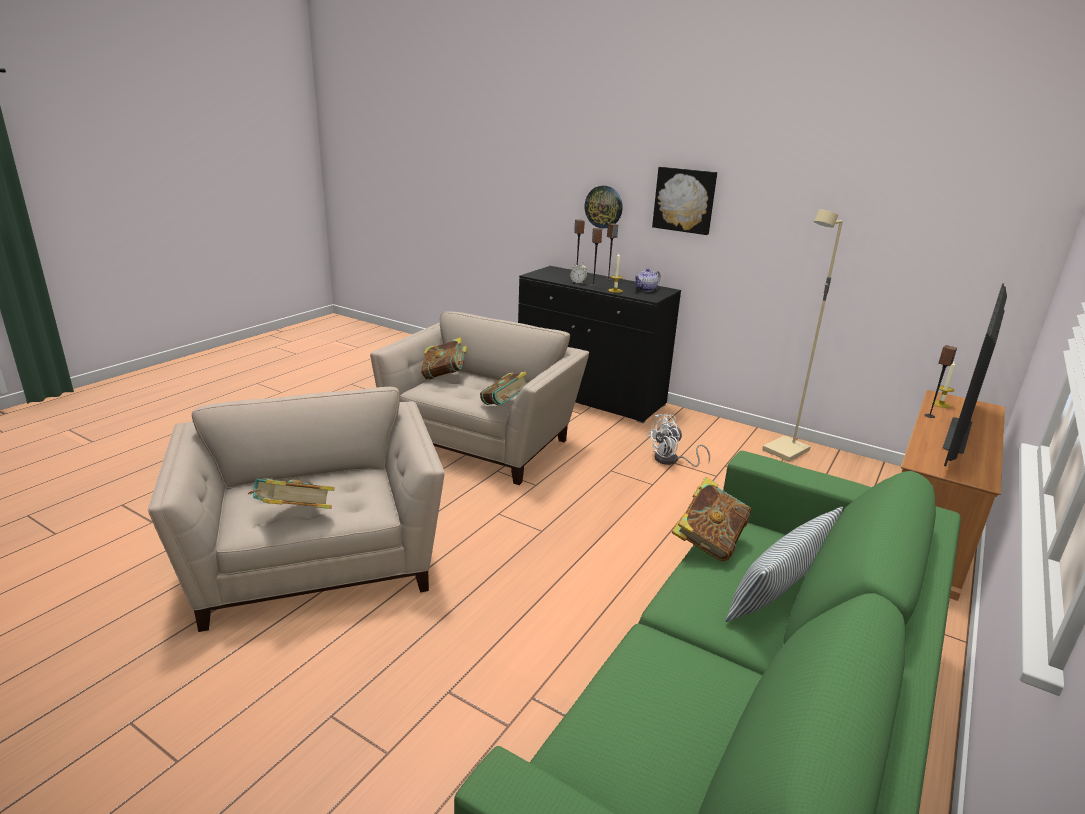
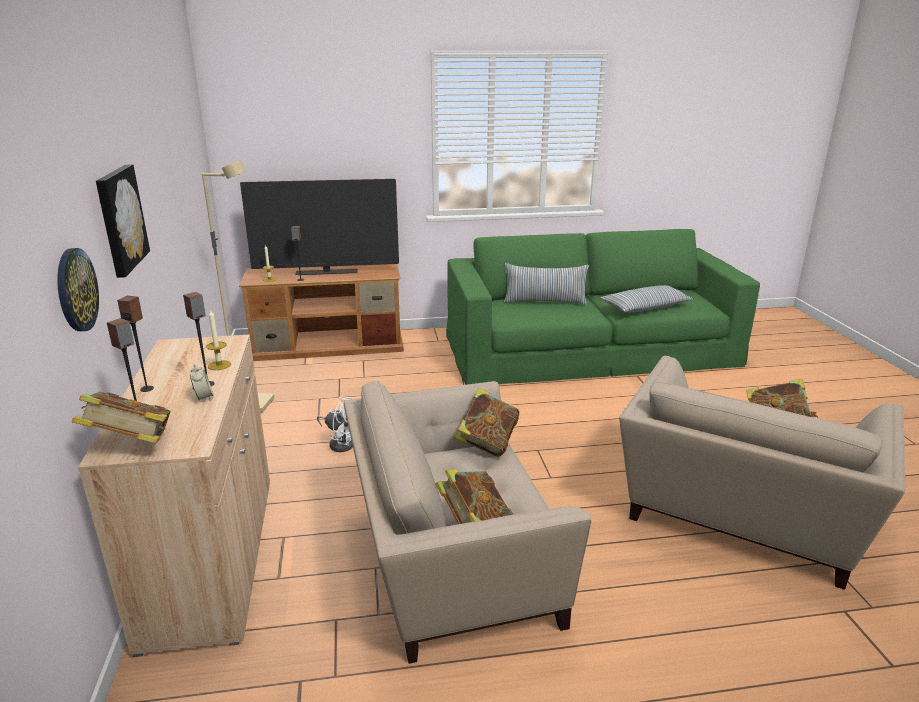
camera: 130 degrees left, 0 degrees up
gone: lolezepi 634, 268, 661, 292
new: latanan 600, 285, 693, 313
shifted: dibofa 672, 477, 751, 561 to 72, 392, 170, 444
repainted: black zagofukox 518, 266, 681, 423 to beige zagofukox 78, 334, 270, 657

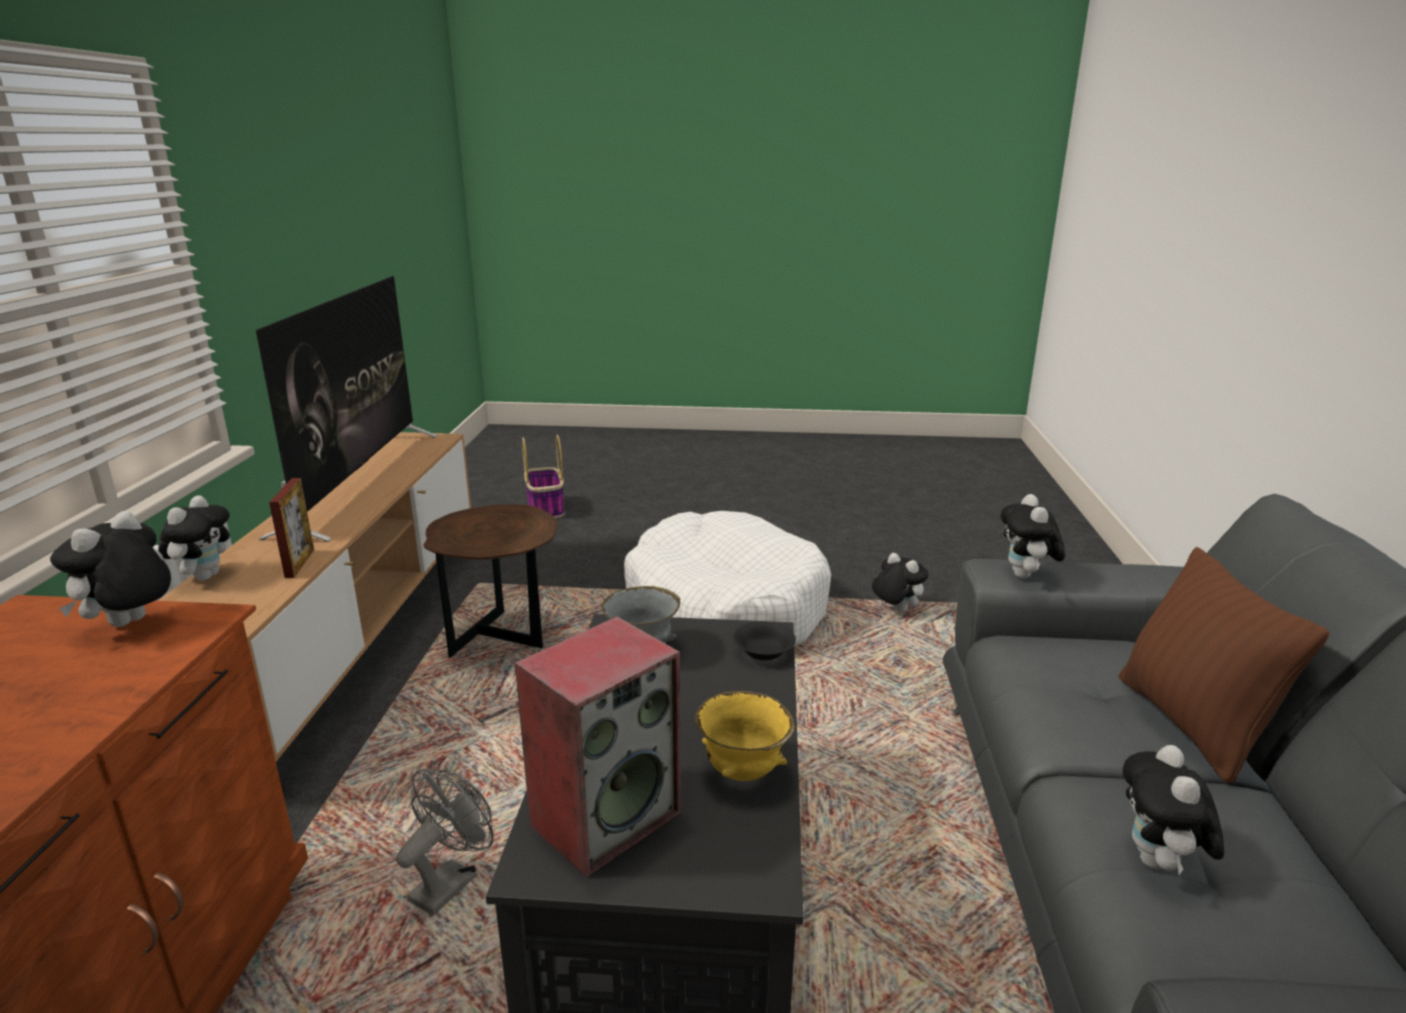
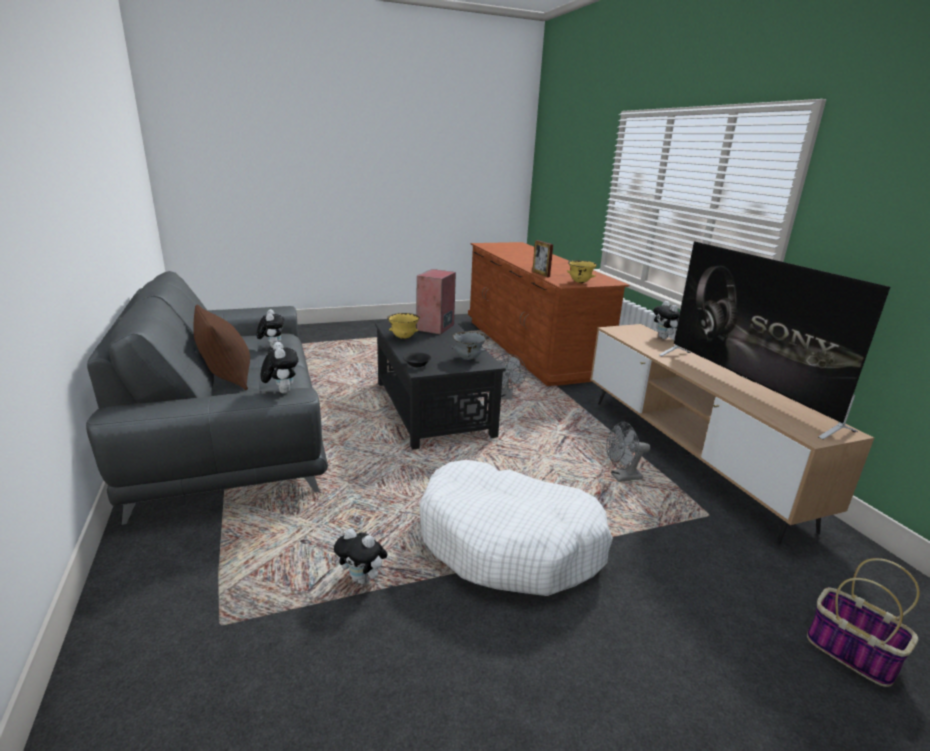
camera: 155 degrees right, 0 degrees up
shifted: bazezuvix 269, 478, 314, 578 to 532, 240, 553, 277
swapped: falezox 50, 511, 171, 627 to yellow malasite 567, 260, 597, 283; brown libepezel 424, 504, 557, 658 to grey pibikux 606, 422, 651, 482

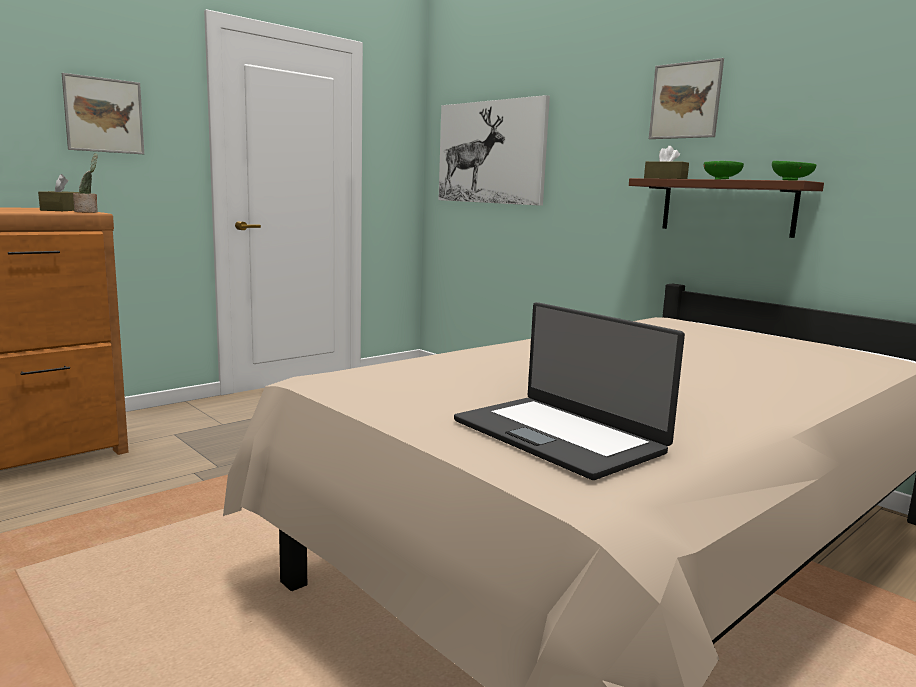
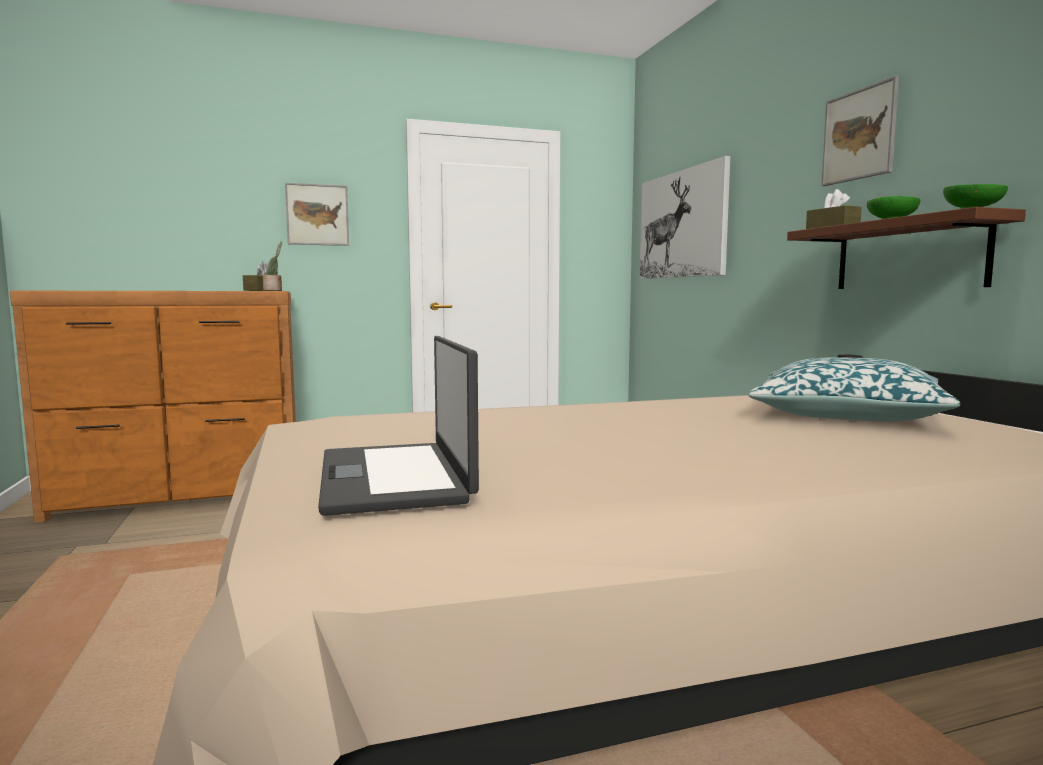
camera: 25 degrees right, 5 degrees down
new: latanan 748, 357, 960, 422

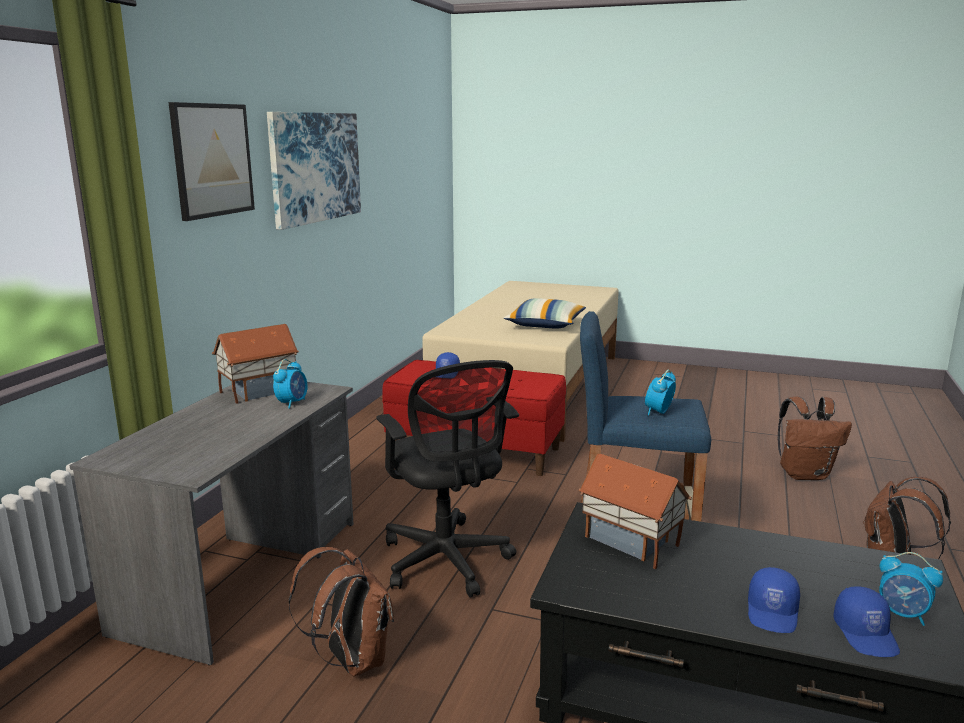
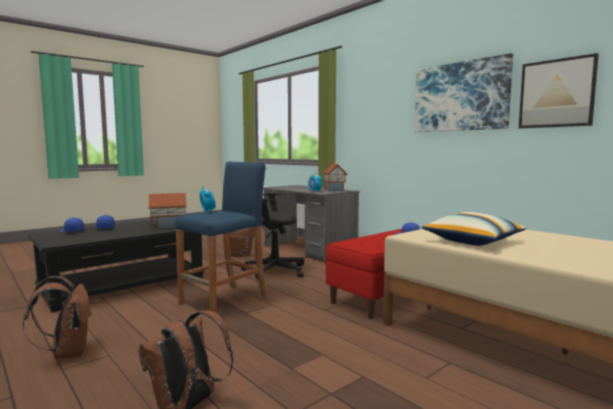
camera: 120 degrees right, 10 degrees down
gone: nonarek 879, 552, 943, 626
shifted: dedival 168, 102, 255, 221 to 519, 53, 599, 128

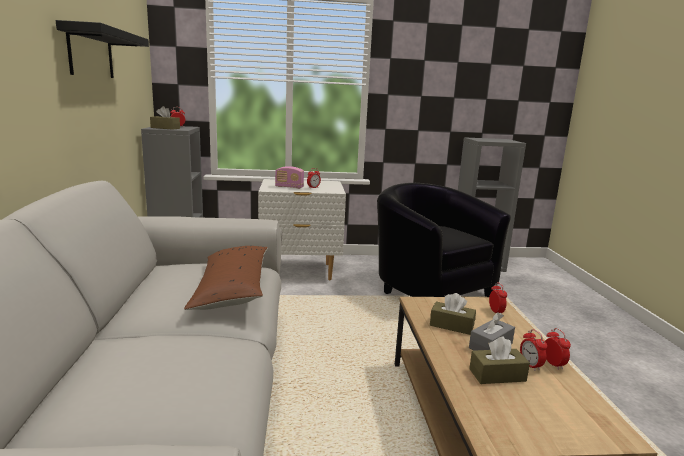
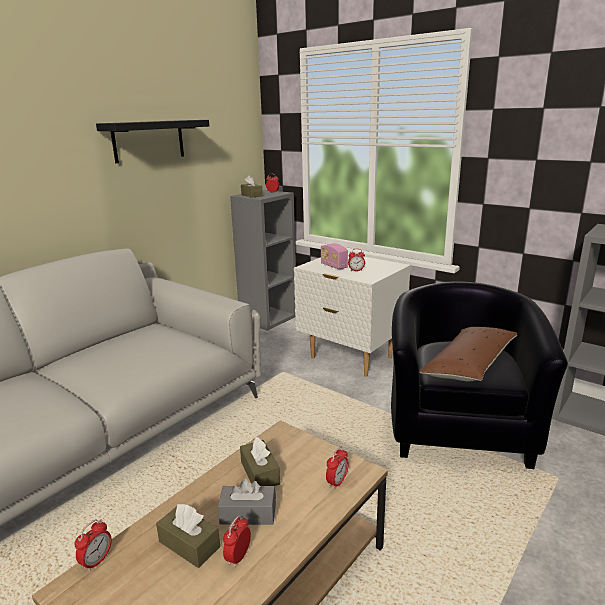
camera: 45 degrees right, 5 degrees up
shifted: nonarek 545, 328, 571, 370 to 75, 519, 112, 572; brown latanan 184, 246, 268, 310 to 419, 327, 517, 381

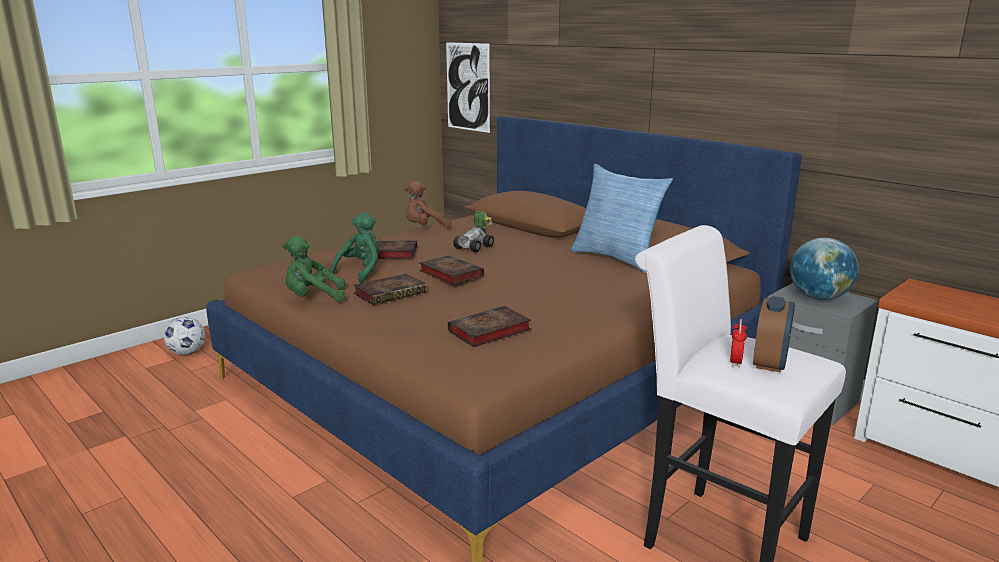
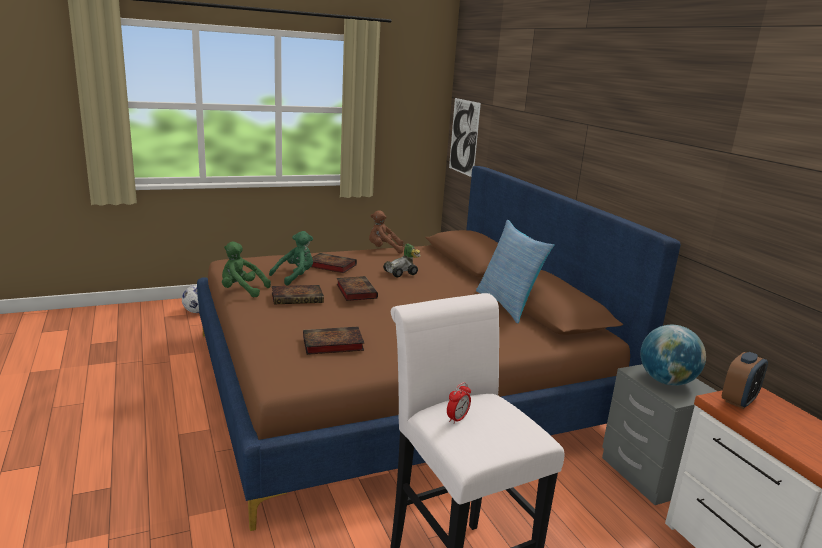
camera: 20 degrees right, 0 degrees up
shifted: nonarek 753, 296, 795, 372 to 722, 352, 768, 409

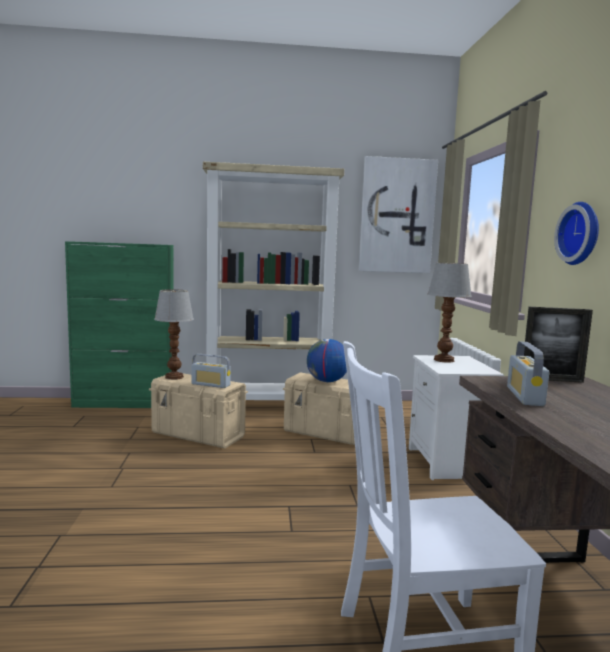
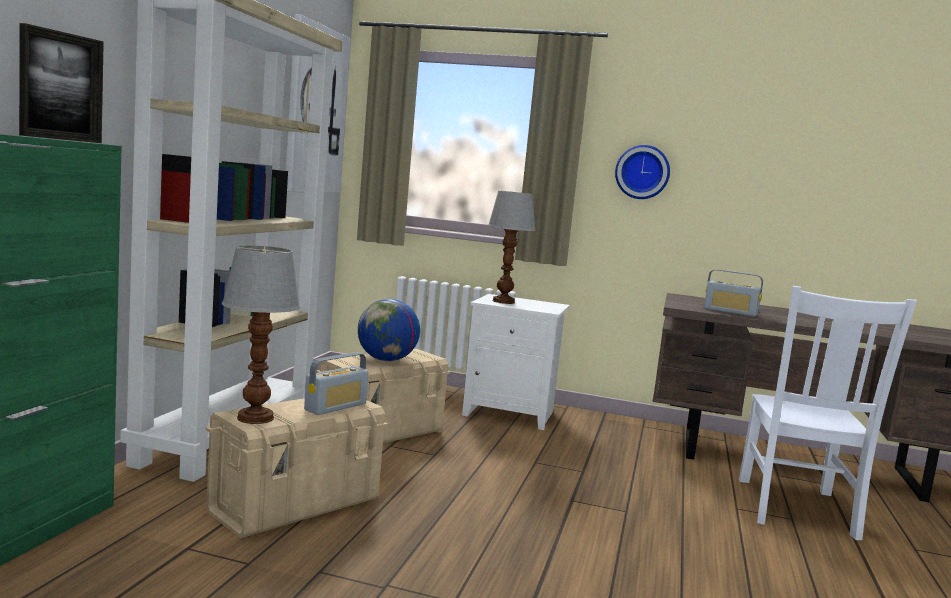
camera: 70 degrees left, 0 degrees up
shifted: bazezuvix 524, 307, 593, 383 to 19, 23, 104, 143

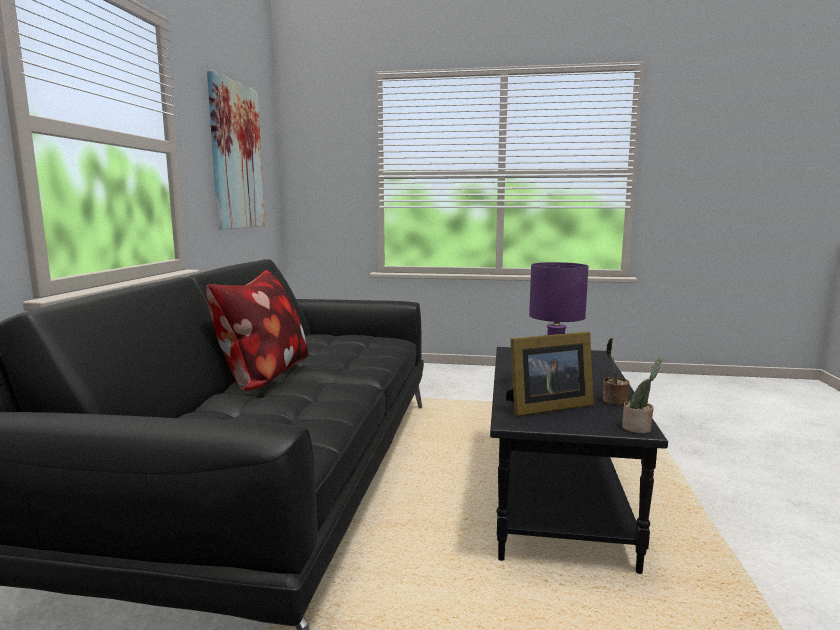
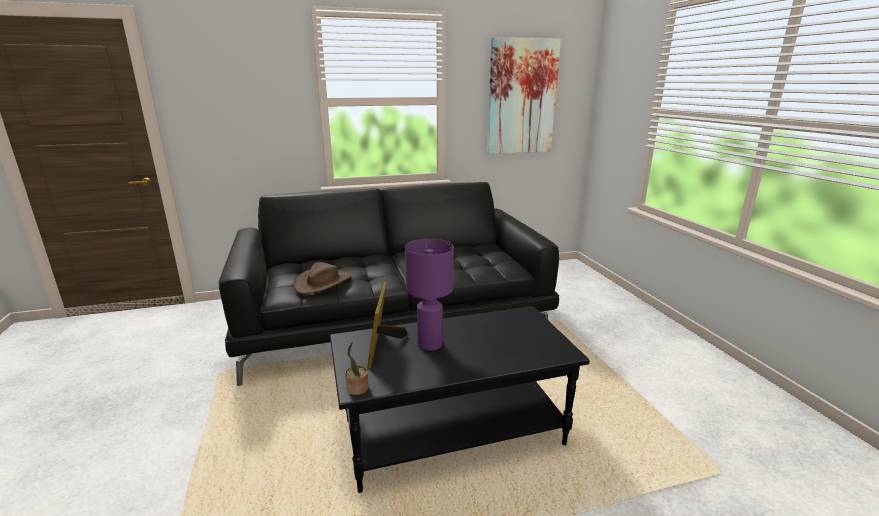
camera: 65 degrees right, 10 degrees up
gone: latanan 206, 270, 308, 390; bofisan 603, 338, 629, 405
new: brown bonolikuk 293, 262, 351, 294
rotated: bazezuvix 506, 332, 594, 416 = 367, 282, 407, 368 45 degrees clockwise

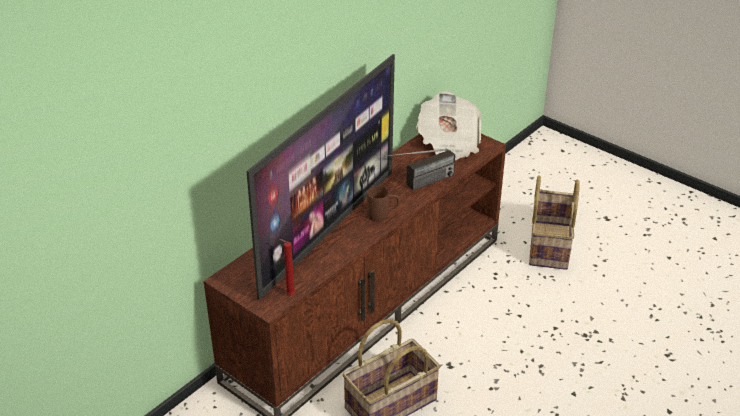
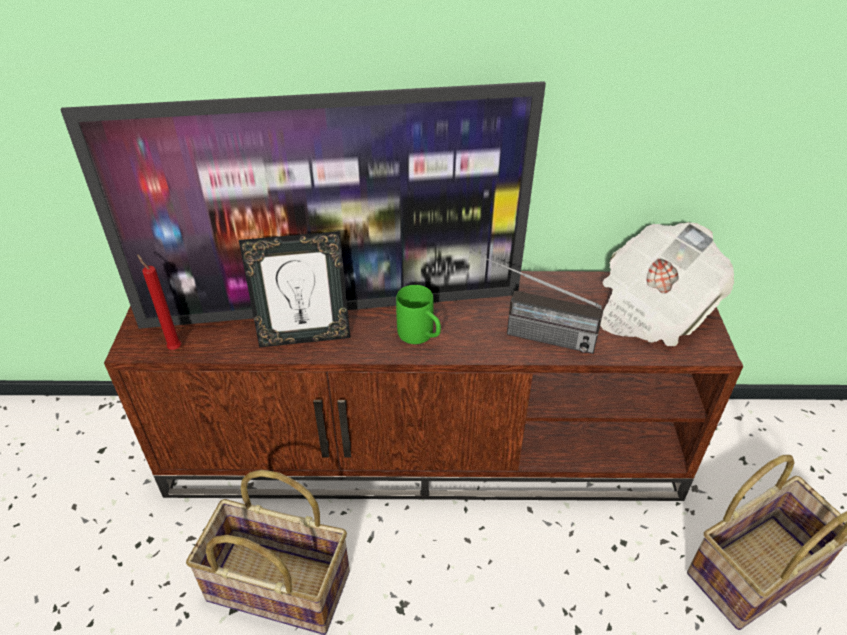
camera: 50 degrees right, 5 degrees up
new: bazezuvix 239, 231, 350, 347
repainted: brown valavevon 367, 186, 400, 221 to green valavevon 396, 285, 441, 344

